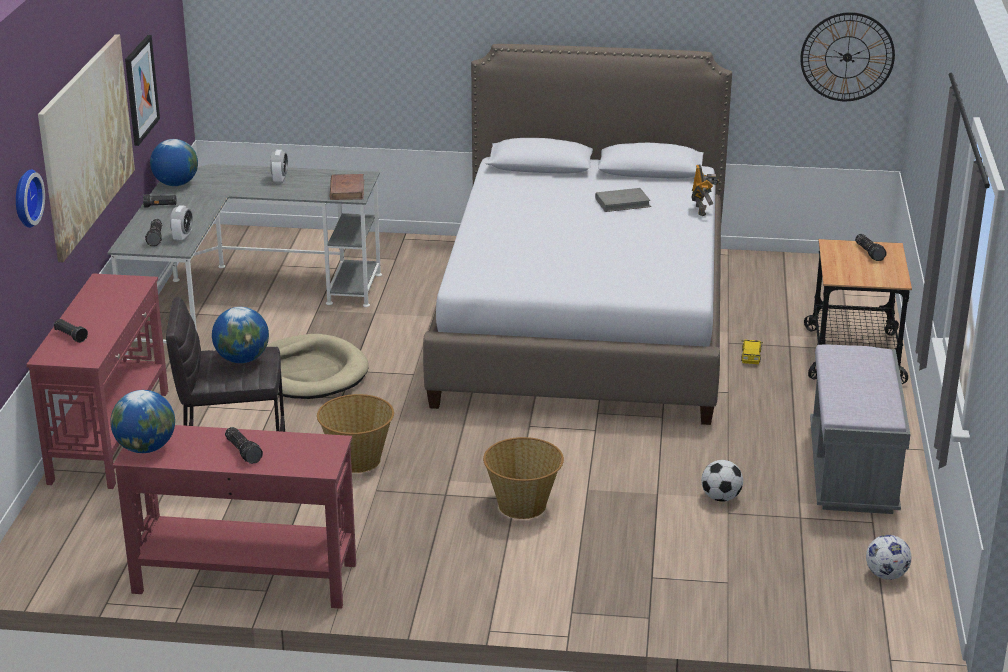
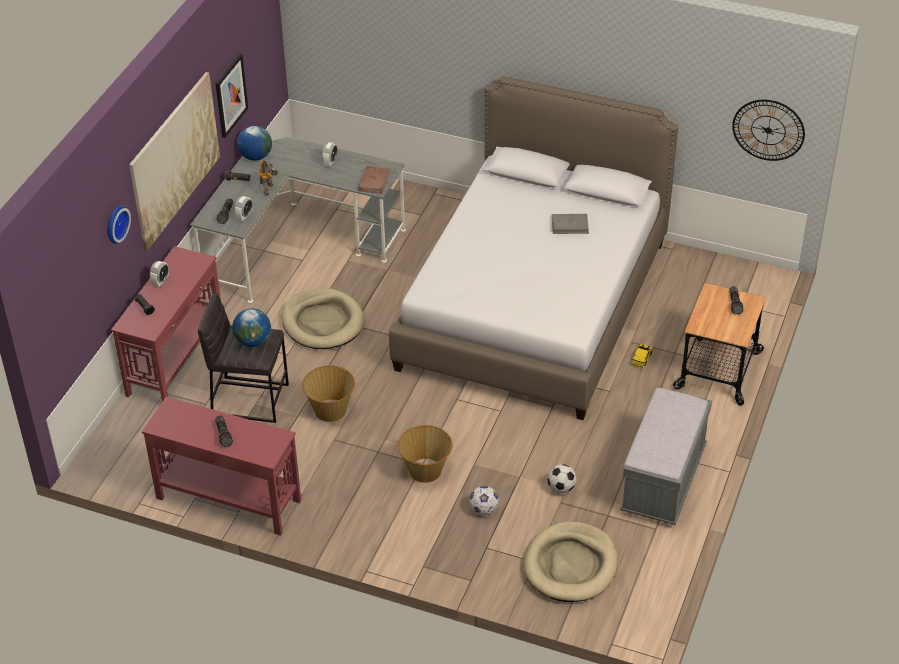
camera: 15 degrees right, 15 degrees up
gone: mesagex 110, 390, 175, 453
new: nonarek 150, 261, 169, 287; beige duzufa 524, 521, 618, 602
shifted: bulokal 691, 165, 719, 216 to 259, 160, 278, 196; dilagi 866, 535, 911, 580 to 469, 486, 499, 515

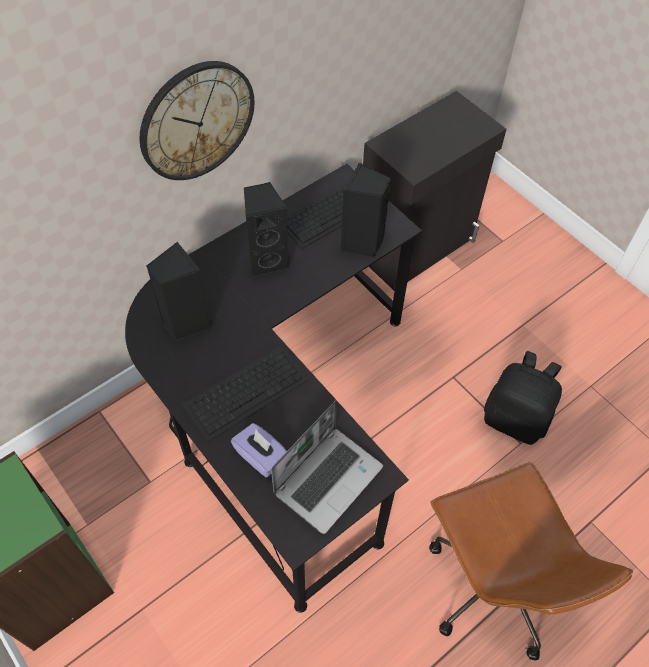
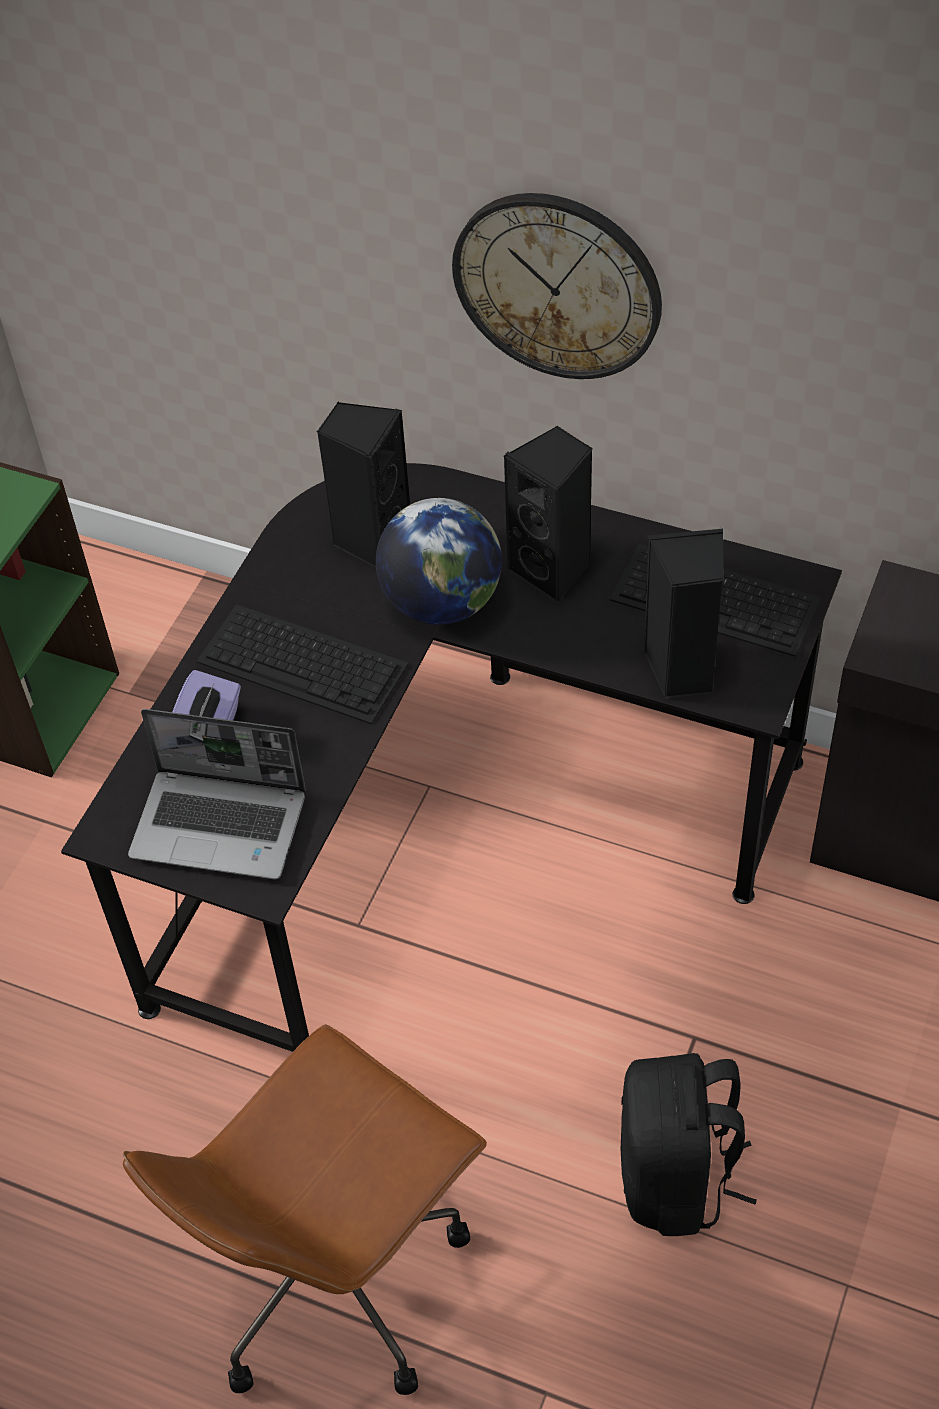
camera: 65 degrees right, 5 degrees down
new: mesagex 376, 498, 502, 625

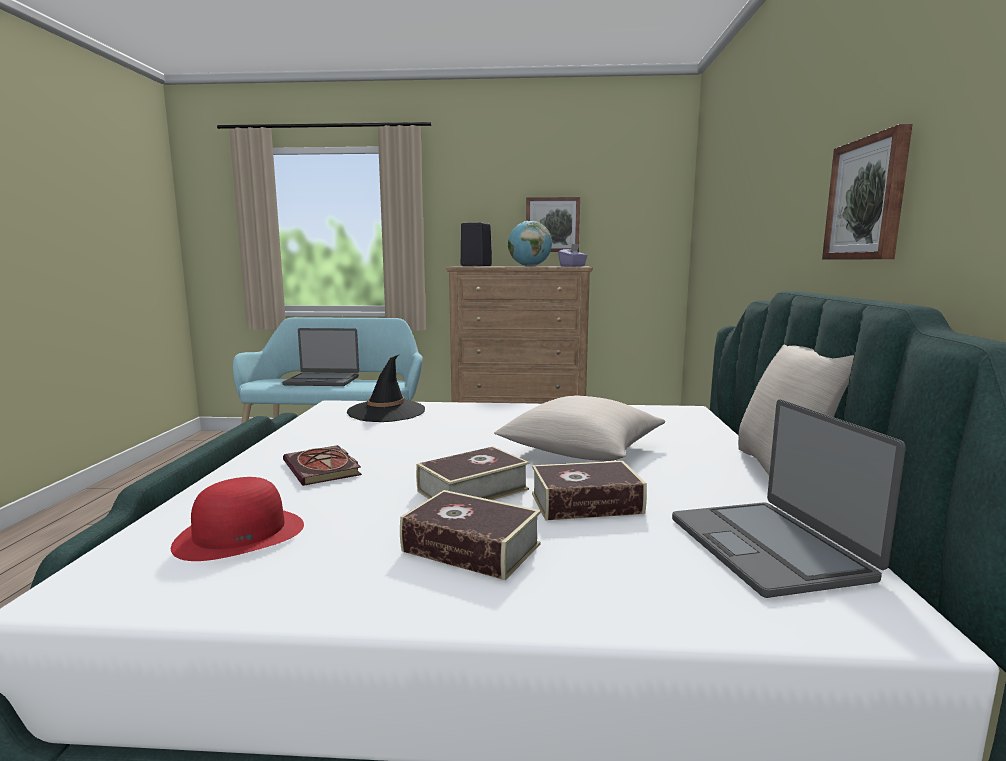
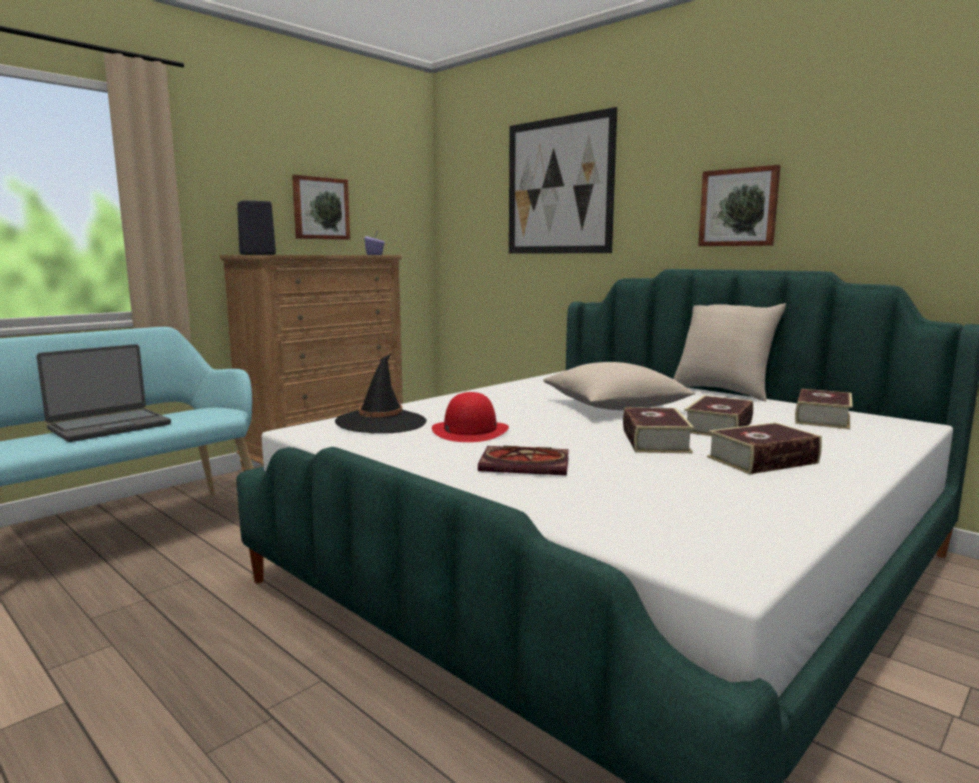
camera: 50 degrees left, 0 degrees up
gone: mesagex 508, 221, 552, 267
new: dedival 509, 107, 617, 254
shifted: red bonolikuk 171, 477, 304, 561 to 432, 392, 509, 442
swapped: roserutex 672, 400, 906, 598 to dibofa 795, 389, 853, 429

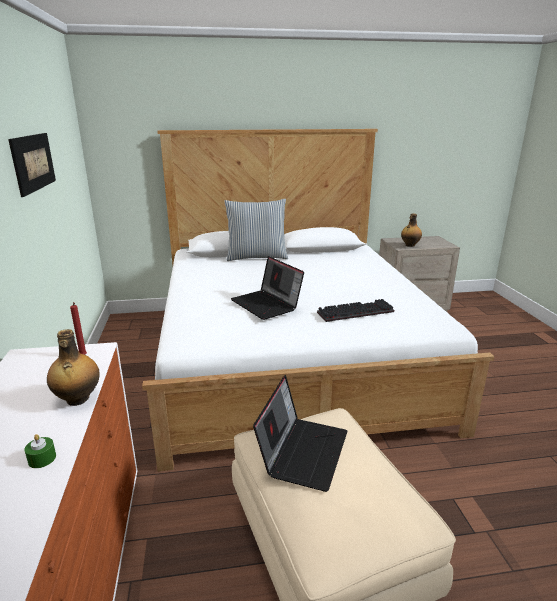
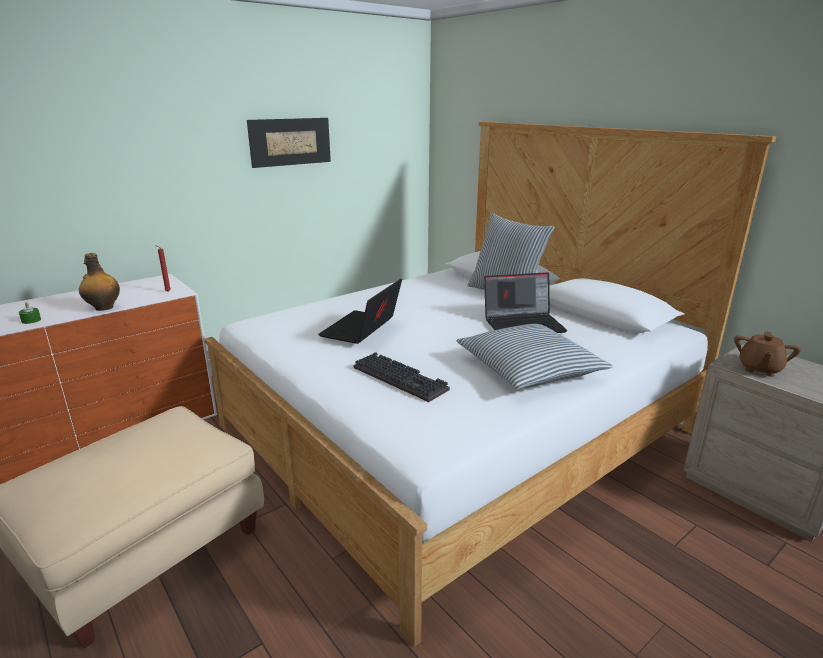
camera: 60 degrees right, 0 degrees up
new: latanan 457, 324, 613, 389
shifted: roserutex 253, 375, 348, 492 to 484, 272, 567, 333
swapped: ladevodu 401, 213, 422, 247 to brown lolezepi 734, 331, 801, 377

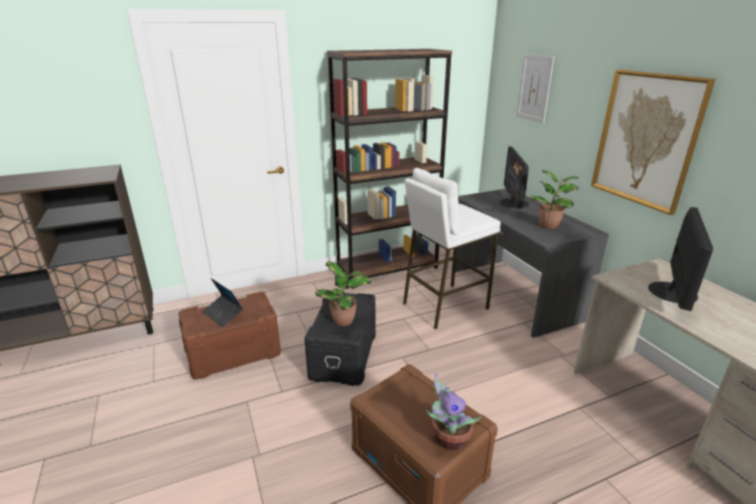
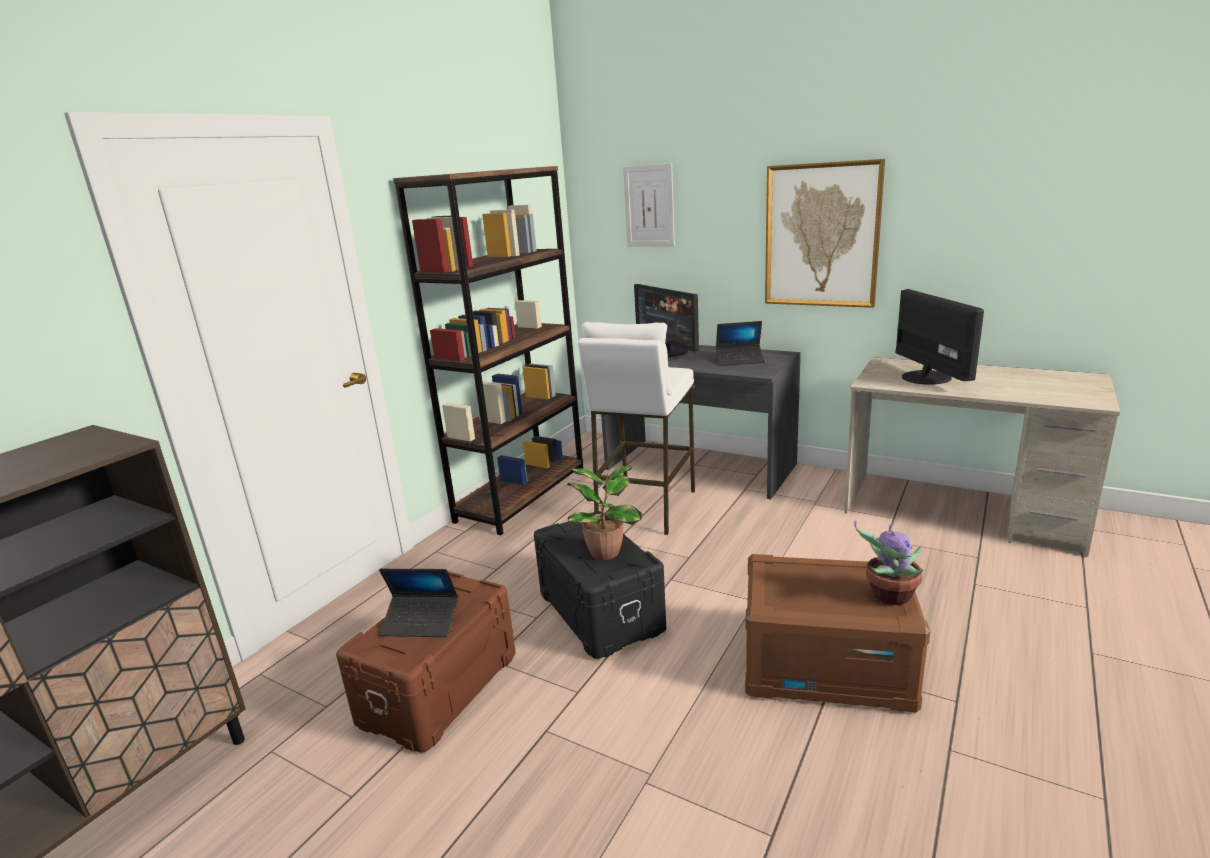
camera: 35 degrees left, 5 degrees down
swapped: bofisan 530, 170, 579, 229 to roserutex 716, 321, 765, 366

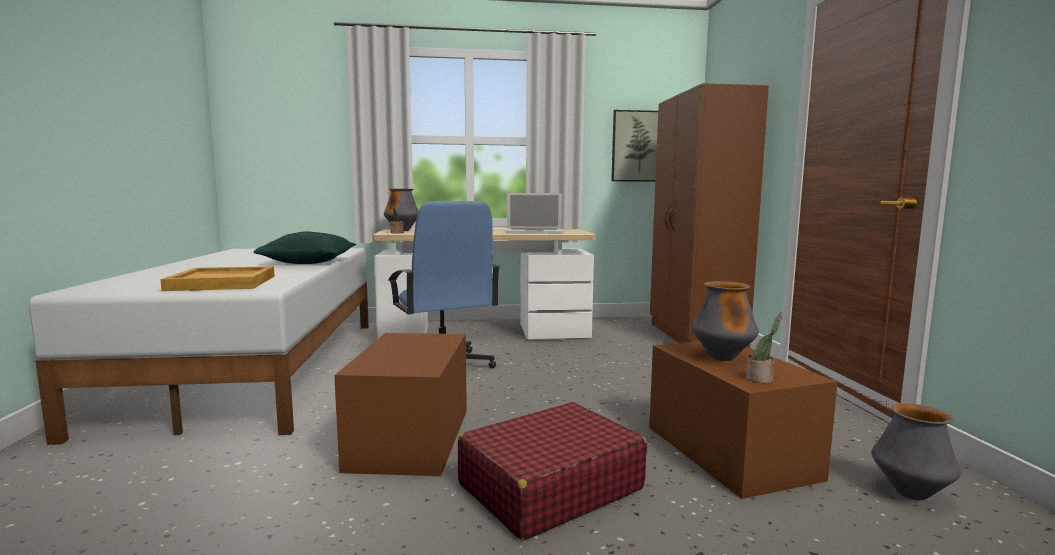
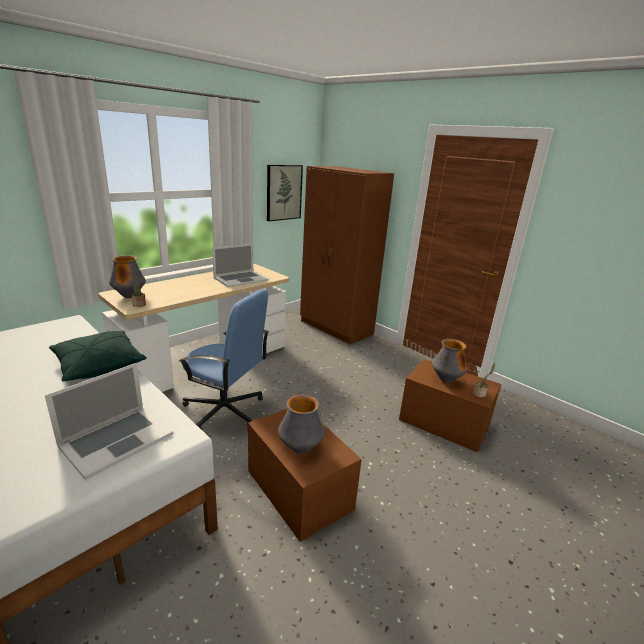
camera: 40 degrees left, 15 degrees up
gone: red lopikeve 458, 402, 647, 540
shifted: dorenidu 872, 403, 961, 500 to 278, 395, 325, 454
swapped: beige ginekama 160, 266, 275, 291 to roserutex 45, 363, 173, 480

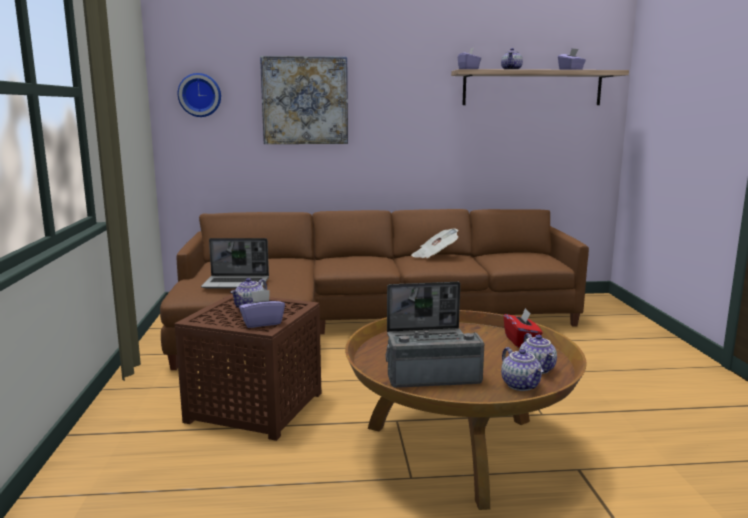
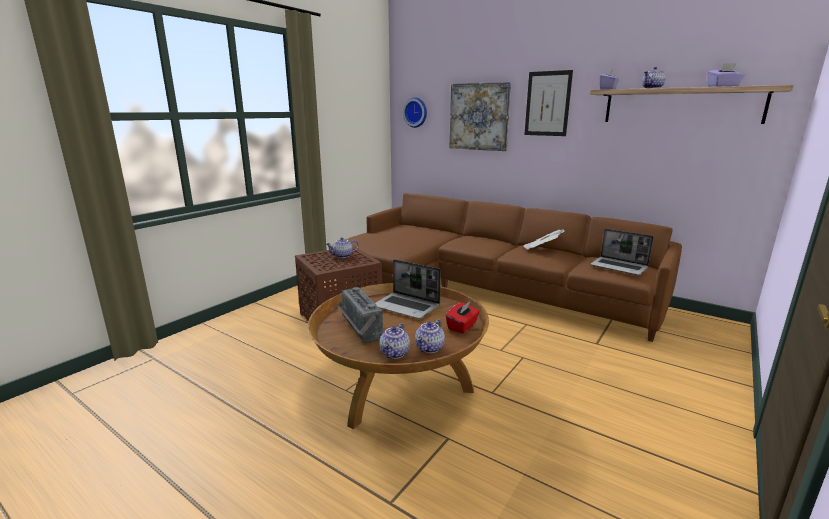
camera: 40 degrees right, 5 degrees up
gone: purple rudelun 239, 290, 285, 328
new: dedival 524, 70, 573, 136
shifted: roserutex 201, 238, 269, 288 to 590, 228, 654, 275
rotated: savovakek 385, 331, 484, 388 = 337, 287, 383, 344 150 degrees counterclockwise

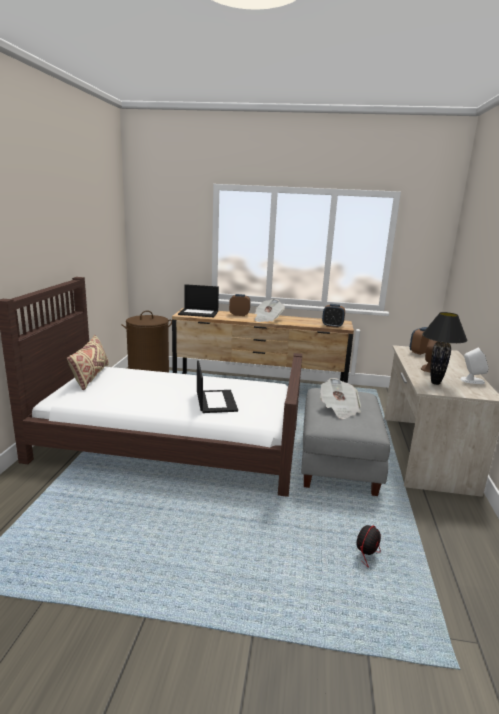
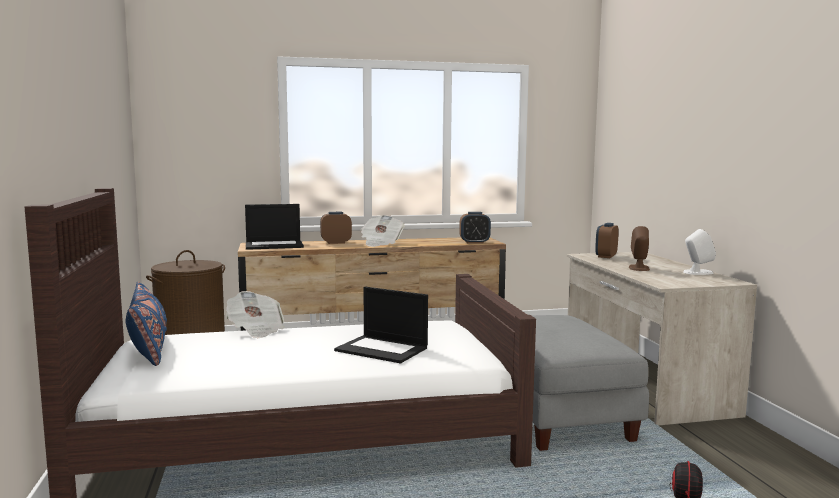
camera: 20 degrees left, 10 degrees down
gone: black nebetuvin 422, 312, 467, 385
shifted: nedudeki 320, 378, 361, 419 to 226, 291, 285, 338
repainted: beige latanan 67, 335, 109, 390 to blue latanan 125, 282, 167, 366
rotated: roserutex 197, 360, 238, 413 = 334, 287, 428, 364 150 degrees clockwise

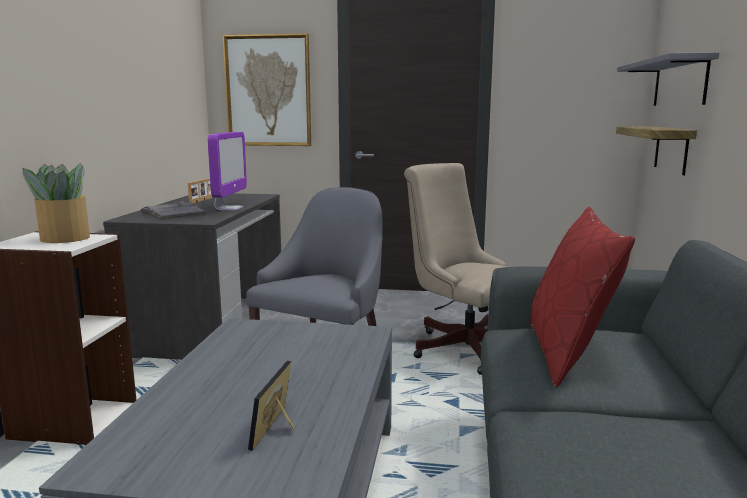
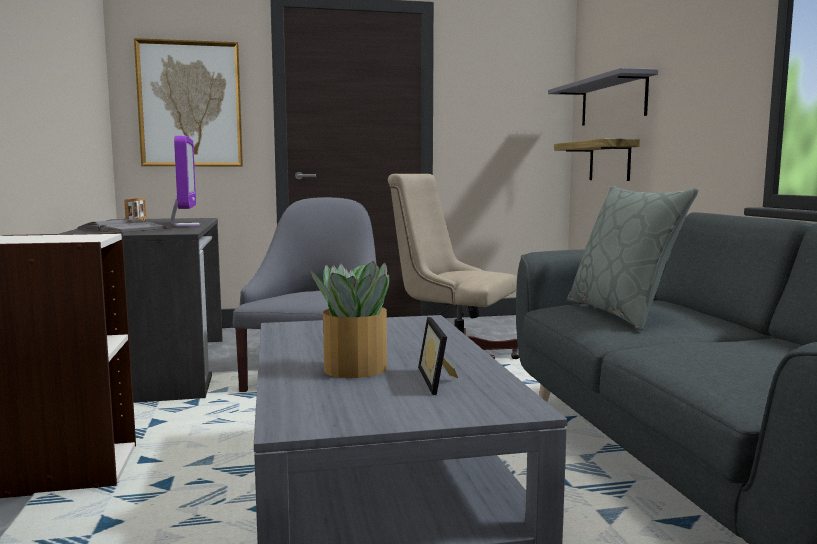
camera: 20 degrees left, 5 degrees down
shifted: bofisan 22, 163, 90, 243 to 311, 261, 389, 378
repainted: red latanan 530, 207, 635, 387 to grey latanan 567, 186, 699, 331

